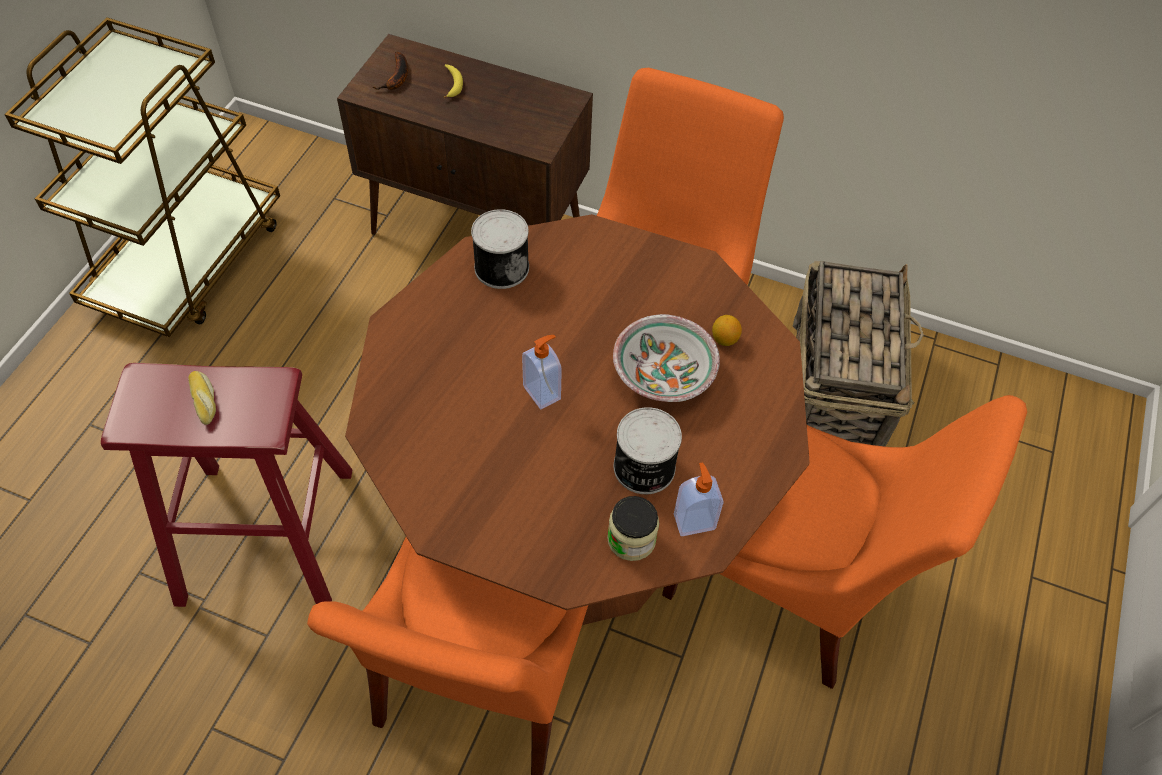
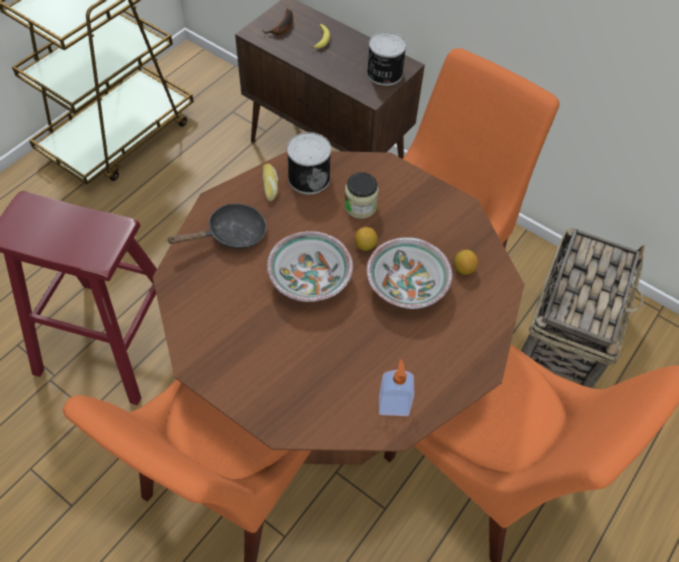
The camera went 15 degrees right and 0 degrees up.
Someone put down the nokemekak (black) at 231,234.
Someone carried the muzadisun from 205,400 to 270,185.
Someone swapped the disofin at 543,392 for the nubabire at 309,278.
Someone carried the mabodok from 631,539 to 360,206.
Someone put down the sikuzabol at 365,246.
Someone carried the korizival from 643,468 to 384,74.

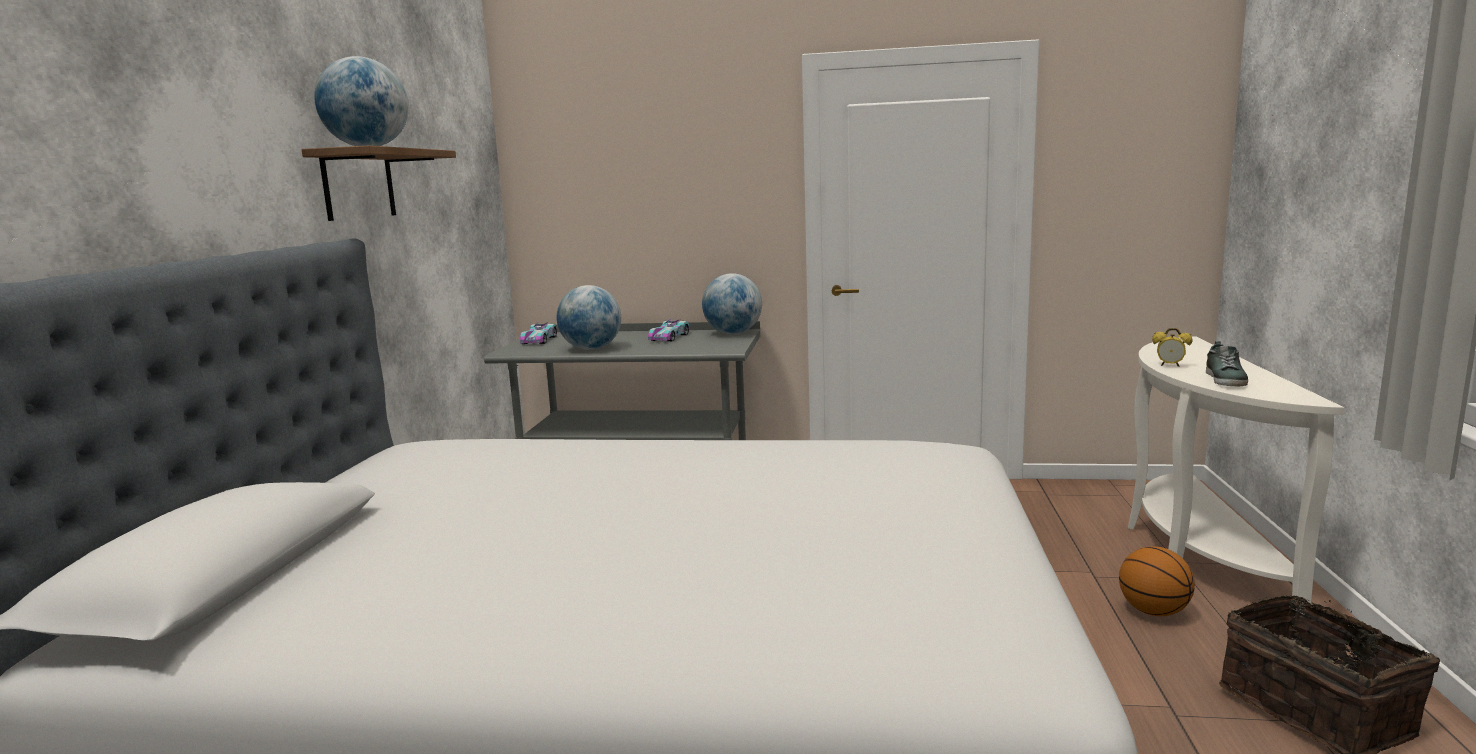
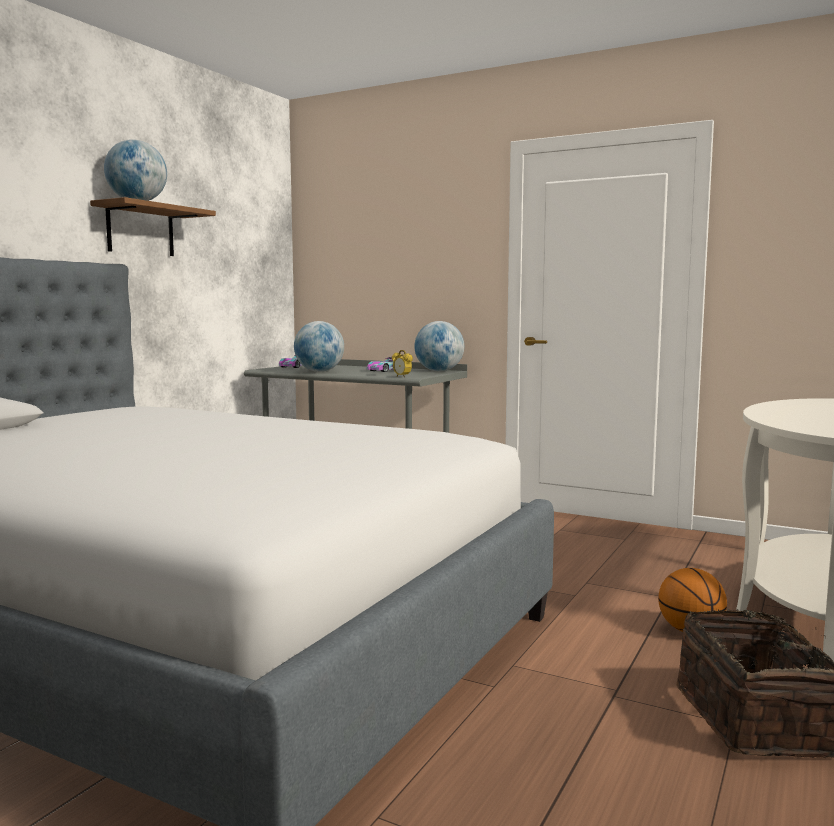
The camera went 20 degrees right and 5 degrees down.
Someone carried the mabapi from 1170,365 to 402,377.
Someone took away the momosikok at 1225,379.

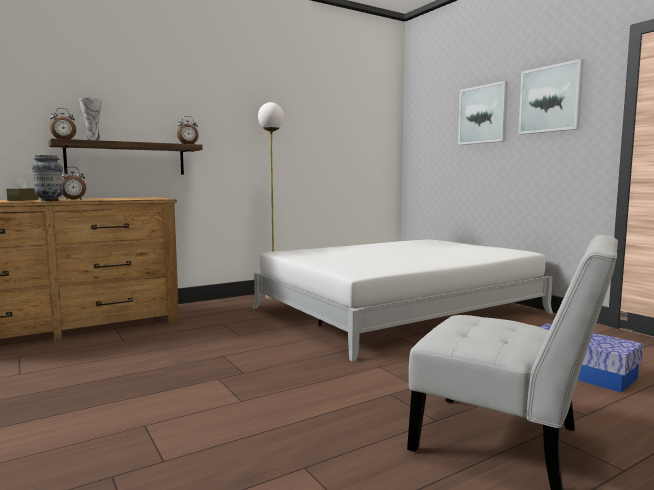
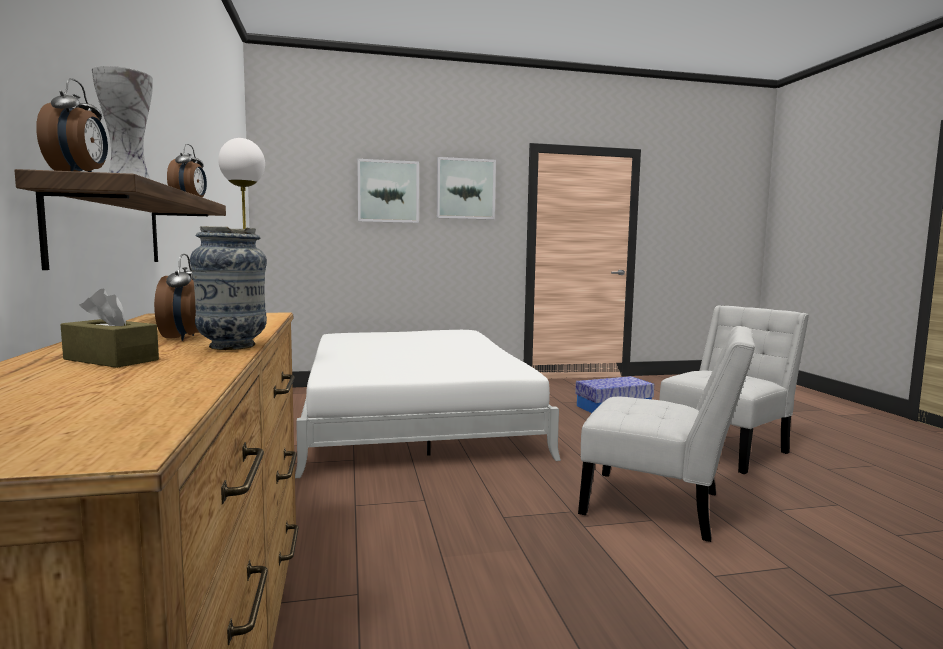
The camera went 70 degrees left and 0 degrees up.
Someone put down the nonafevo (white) at 660,506.

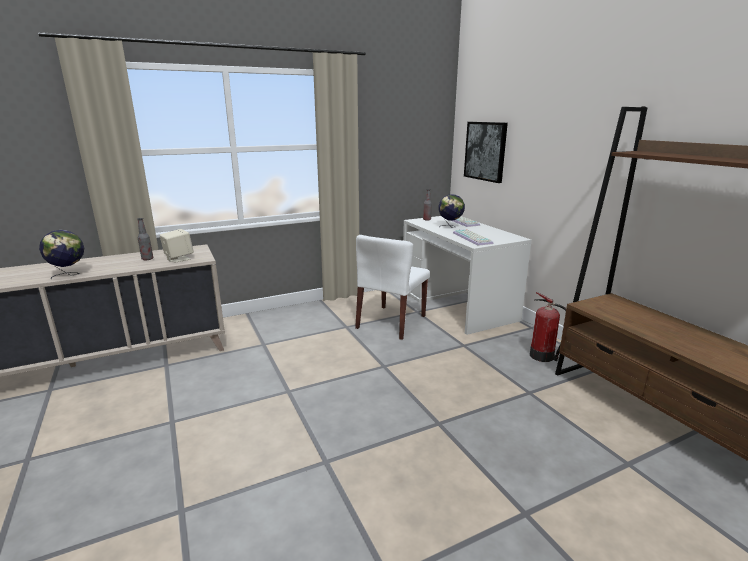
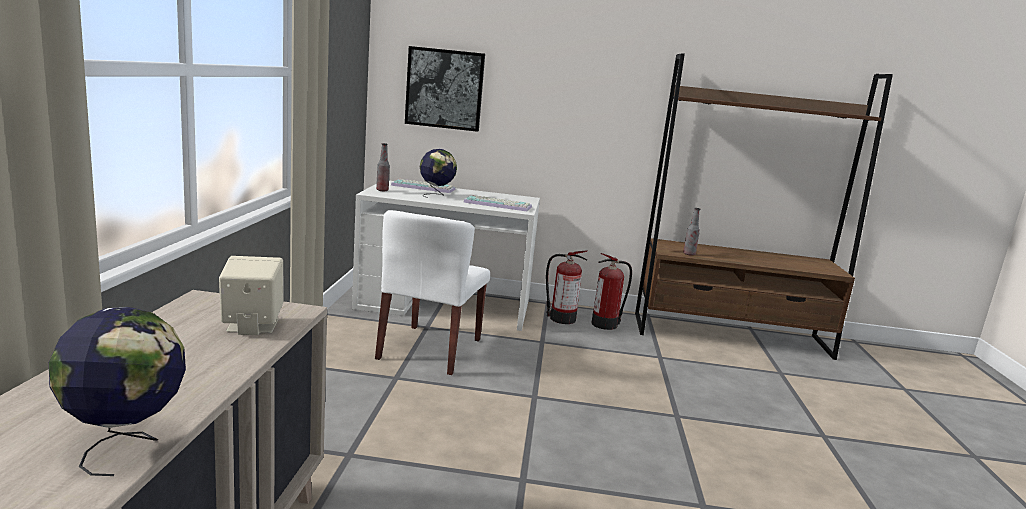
The camera went 60 degrees left and 5 degrees down.
Someone rotated the nonafevo (white) at 391,322 by 45 degrees clockwise.
Someone put down the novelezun at 561,318.
Someone carried the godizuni from 147,259 to 689,254.

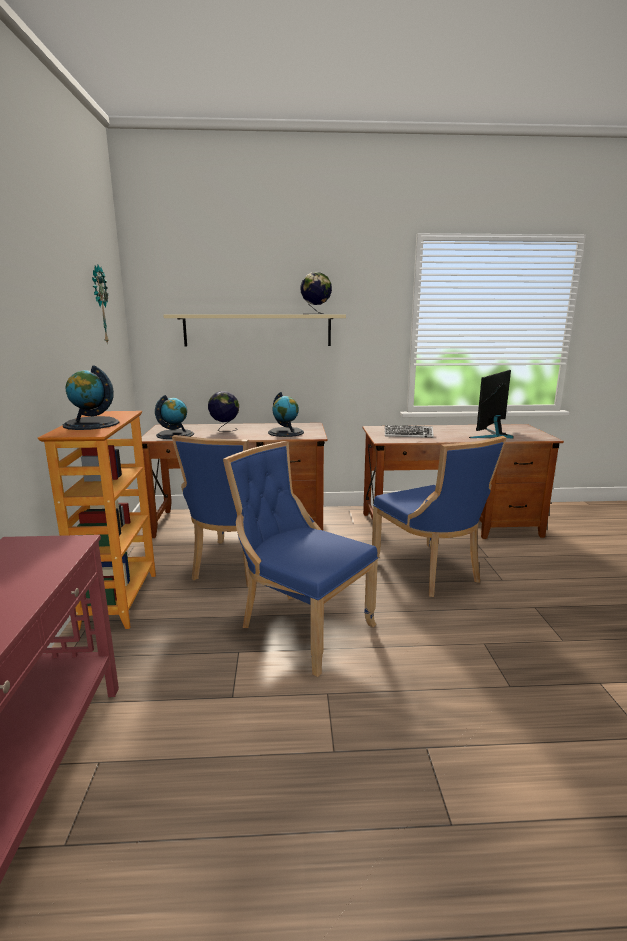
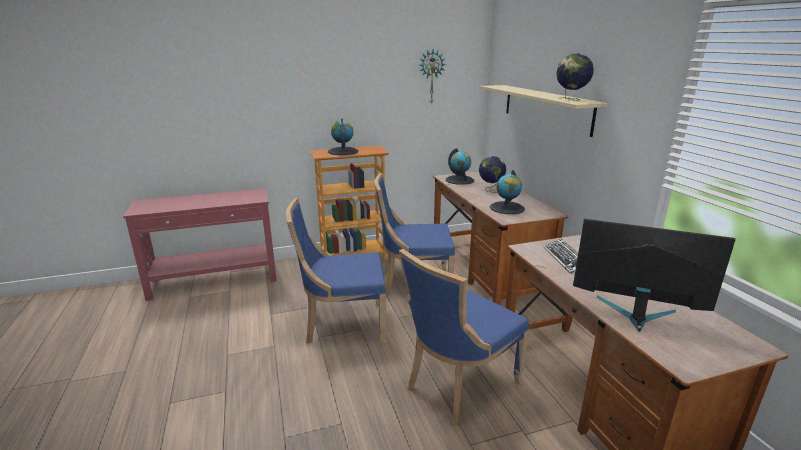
The camera went 75 degrees right and 5 degrees up.
Someone rotated the nonafevo (blue) at 301,626 by 120 degrees counterclockwise.

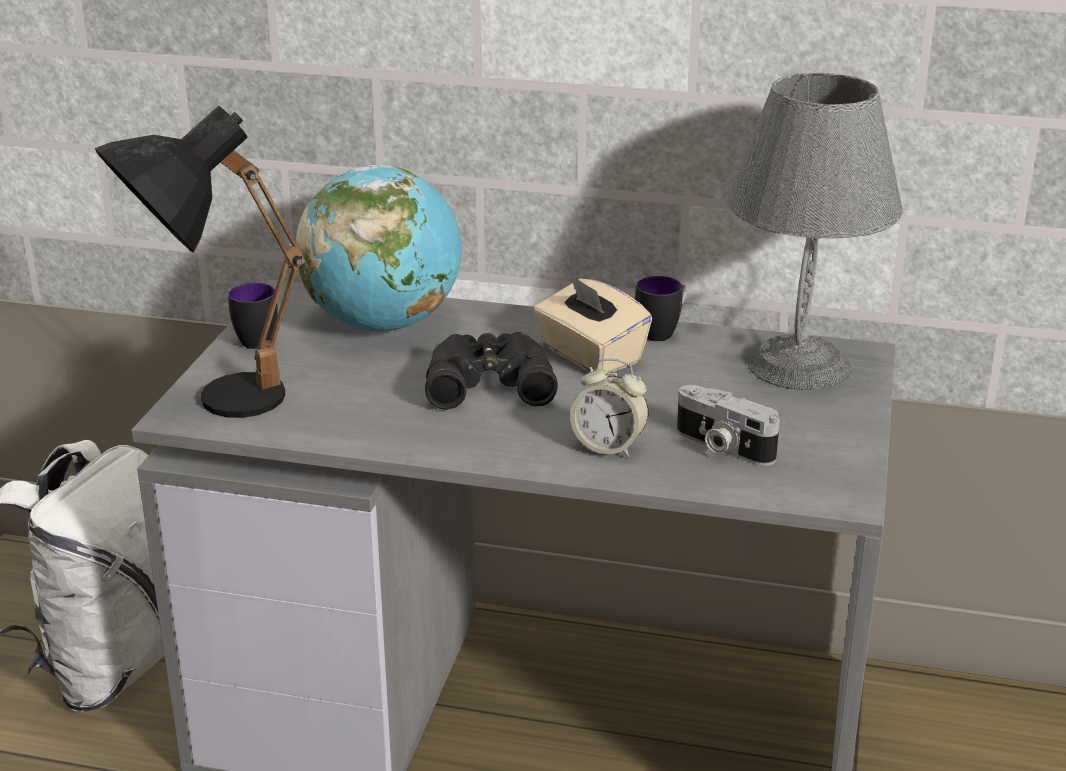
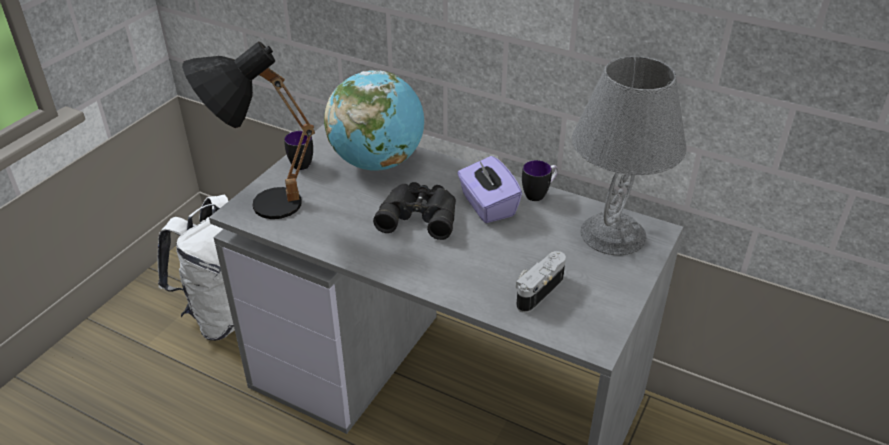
The camera went 15 degrees right and 10 degrees up.
Someone repainted the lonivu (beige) at 590,356, which became the lonivu (purple) at 487,206.
Someone rotated the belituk at 722,447 by 75 degrees clockwise.
Someone took away the mabapi at 608,446.

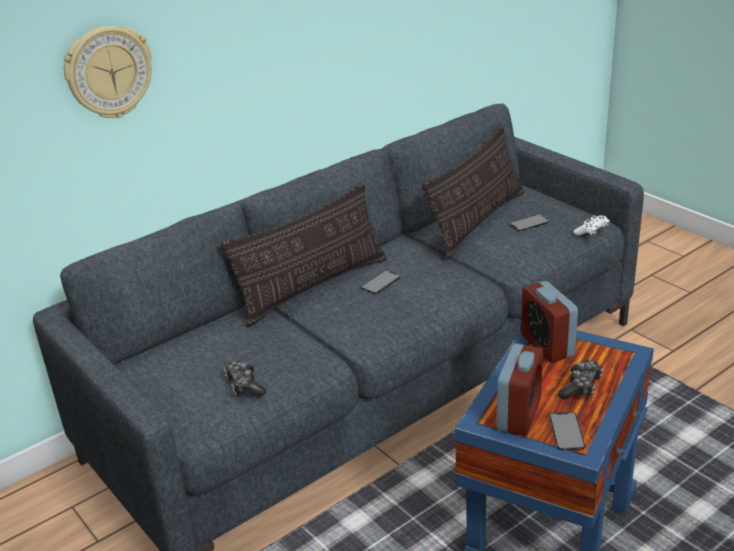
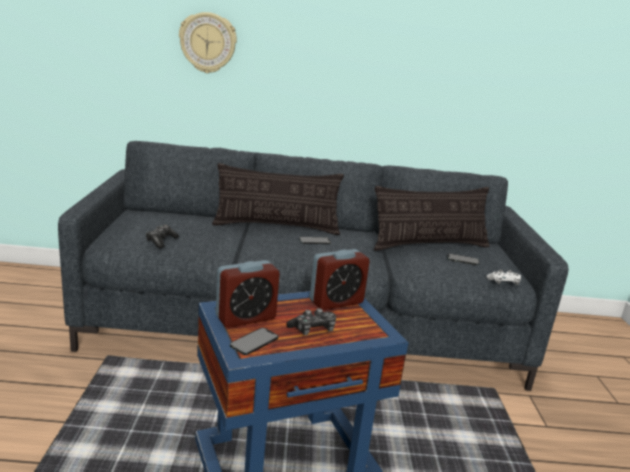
The camera went 35 degrees right and 10 degrees down.
Someone rotated the mabapi at 547,345 by 135 degrees counterclockwise.

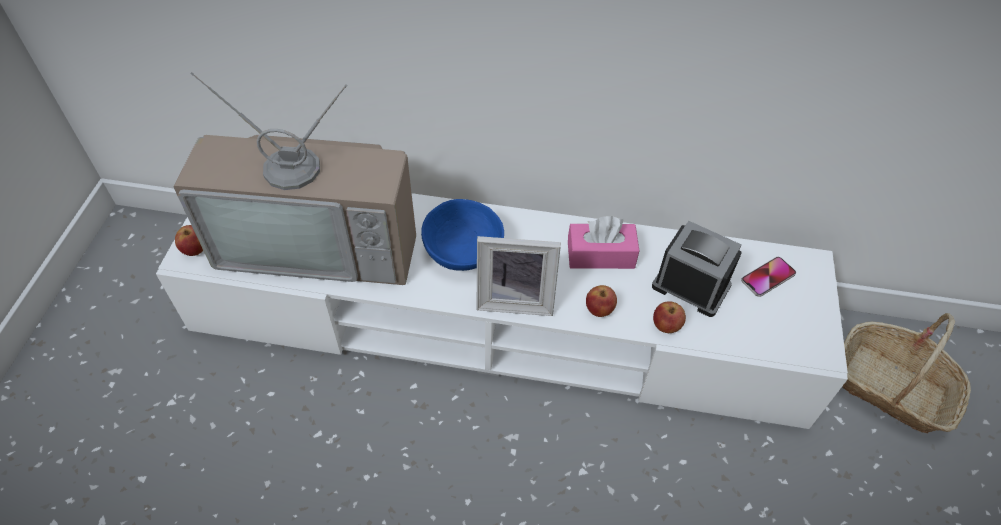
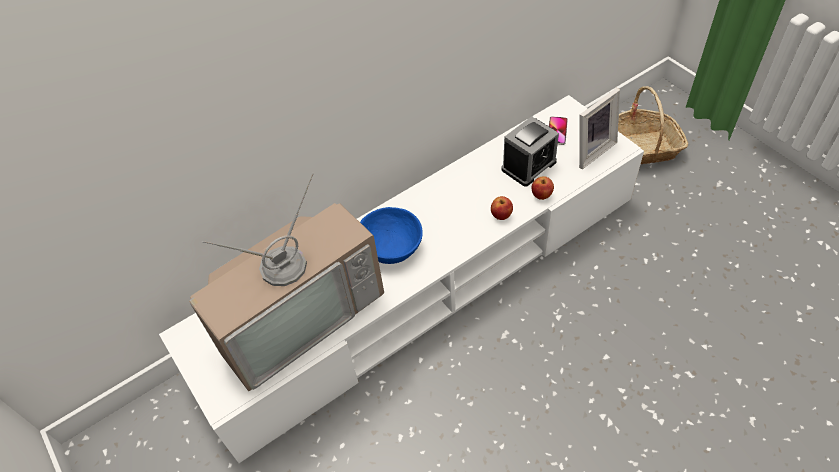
The camera went 40 degrees left and 0 degrees up.
Someone rotated the mabapi at 691,286 by 150 degrees clockwise.
Someone carried the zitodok from 515,299 to 590,150.
Someone took away the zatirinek at 195,249.
Someone took away the lonivu (pink) at 600,255.

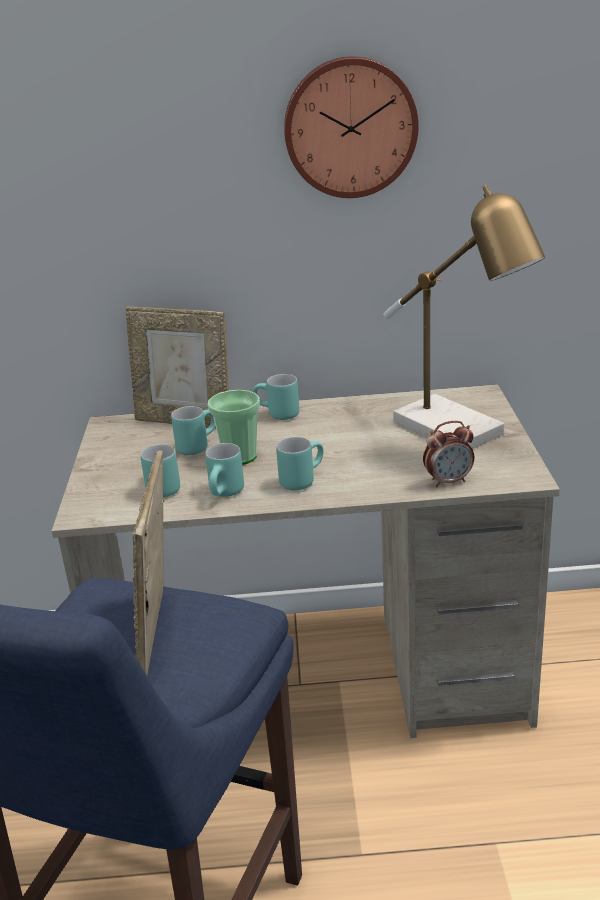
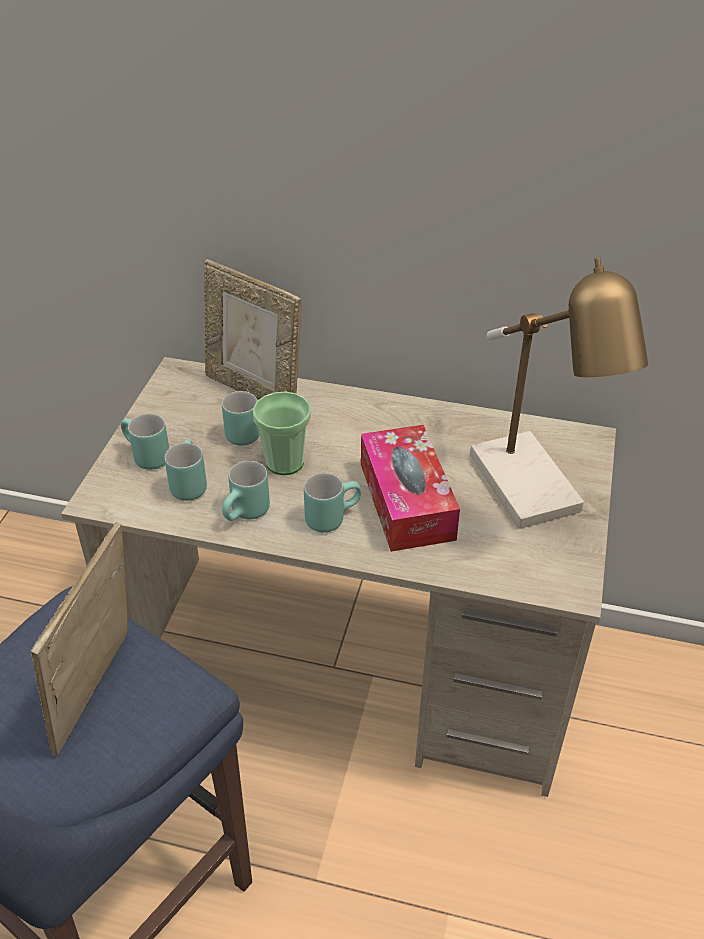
The camera went 15 degrees right and 15 degrees up.
Someone carried the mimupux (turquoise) from 276,415 to 144,457.
Someone put down the lonivu at 406,501.
Someone took away the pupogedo at 350,127.
Someone took away the mabapi at 448,481.

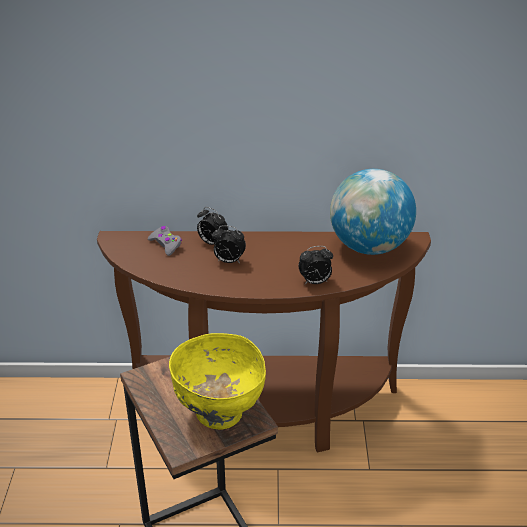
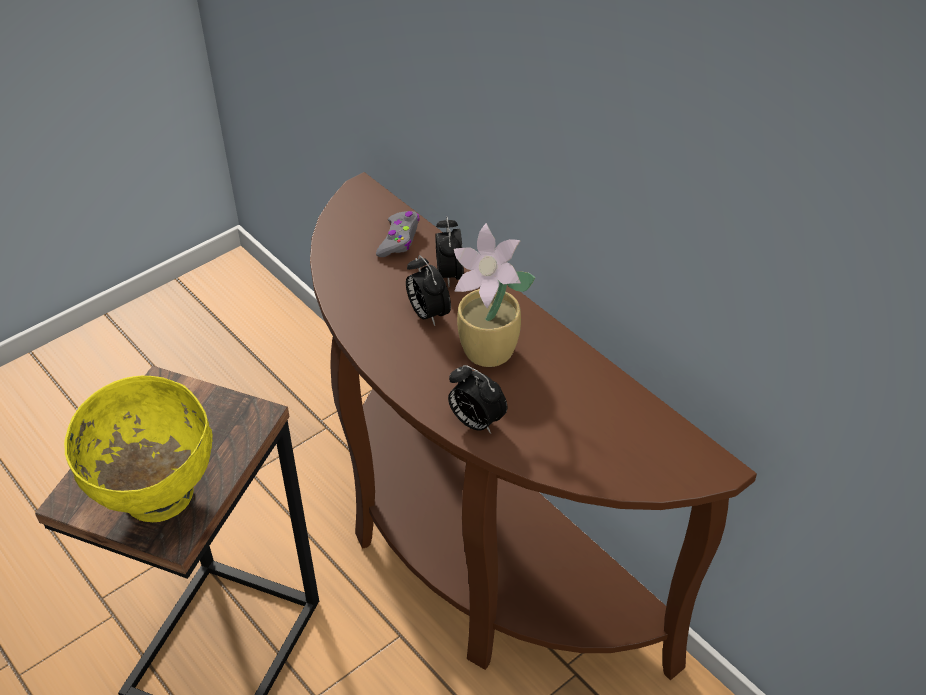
The camera went 50 degrees right and 10 degrees up.
Someone put down the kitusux at 490,353.
Someone took away the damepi at 369,247.

